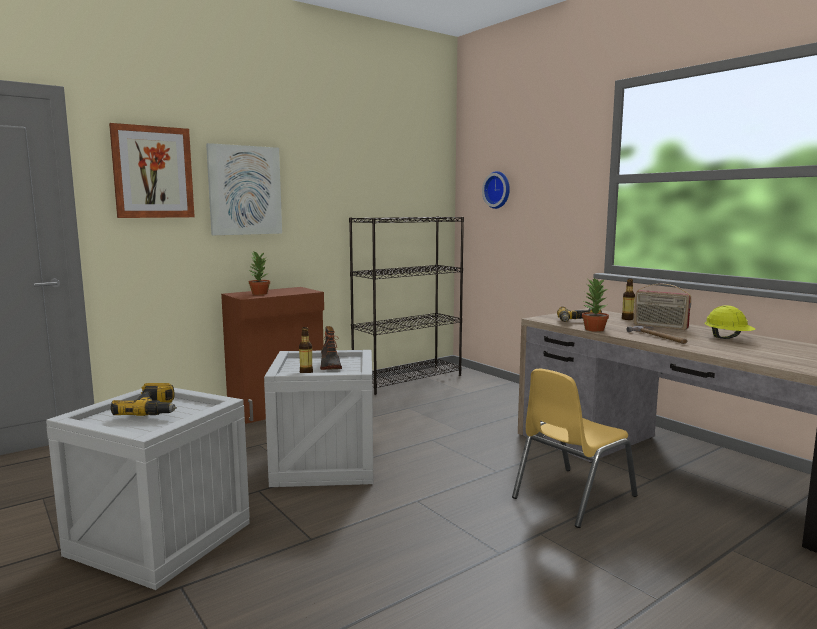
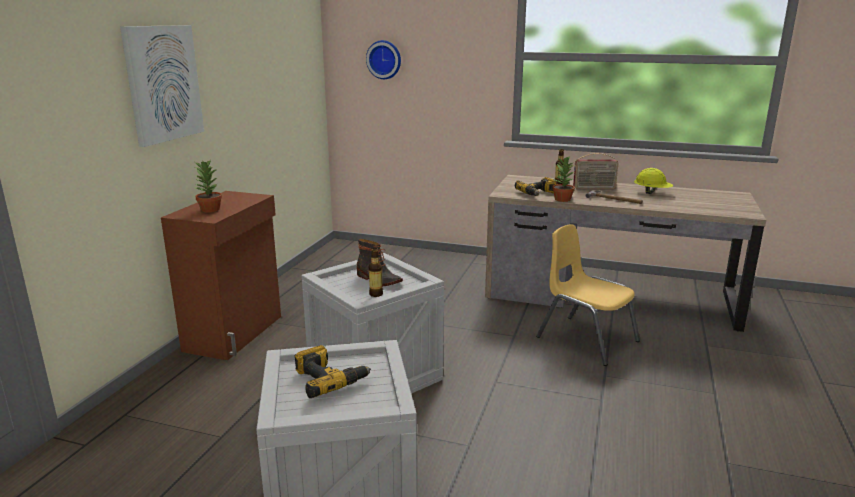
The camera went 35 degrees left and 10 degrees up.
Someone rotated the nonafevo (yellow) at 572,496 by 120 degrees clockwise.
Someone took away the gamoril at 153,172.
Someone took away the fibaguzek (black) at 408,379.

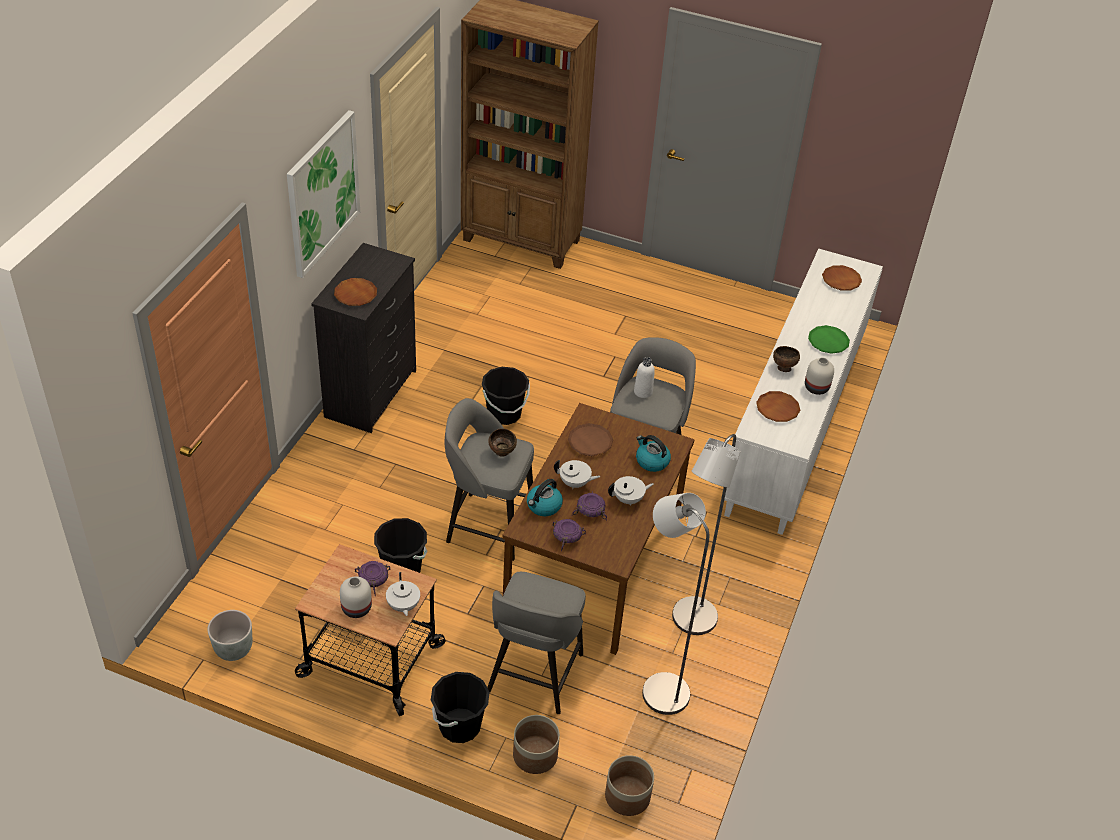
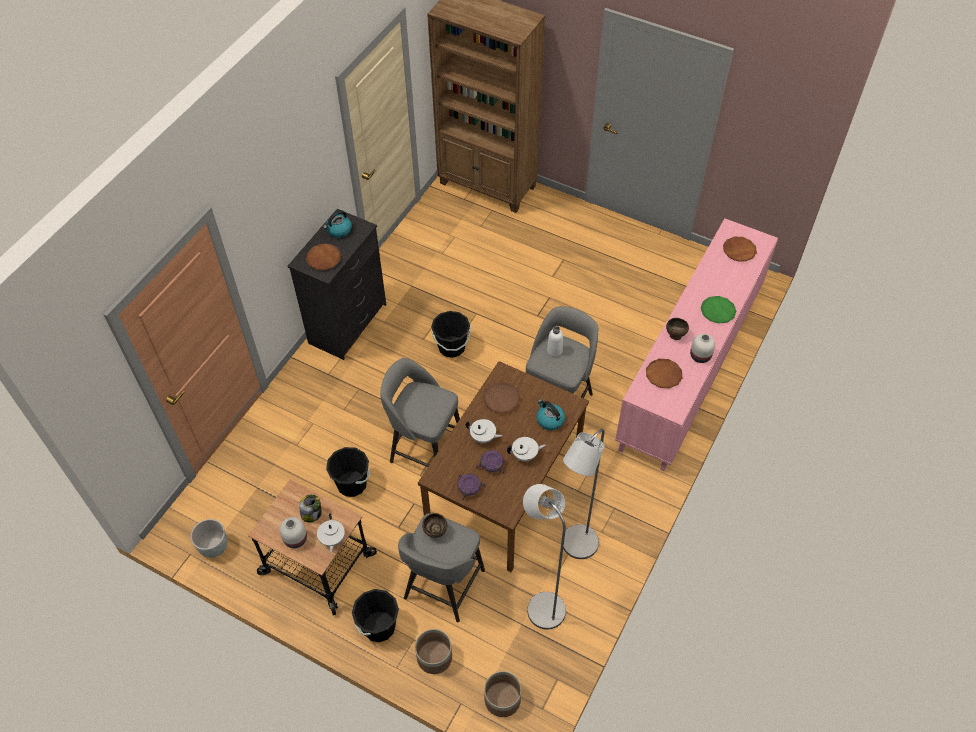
The camera went 10 degrees right and 10 degrees up.
Someone swapped the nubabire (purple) at 373,580 for the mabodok at 312,513.
Someone carried the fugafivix from 543,506 to 338,230.
Someone carried the nubabire (brown) from 502,453 to 436,532.
Someone repainted the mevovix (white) at 795,424, which became the mevovix (pink) at 690,368.
Someone took away the gamoril at 322,193.

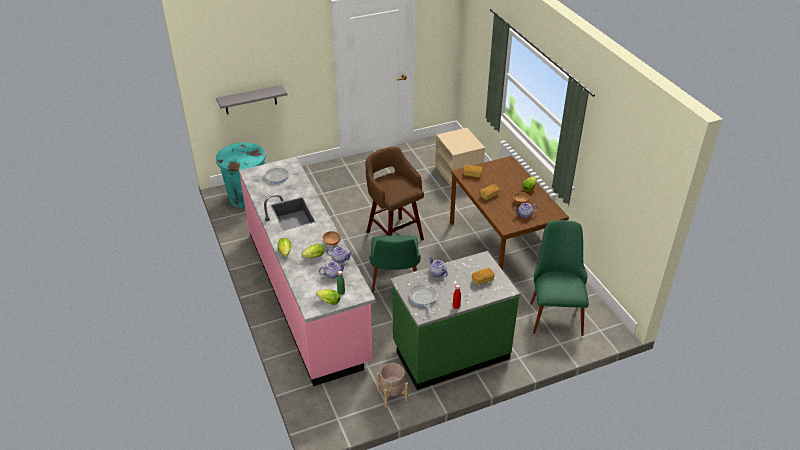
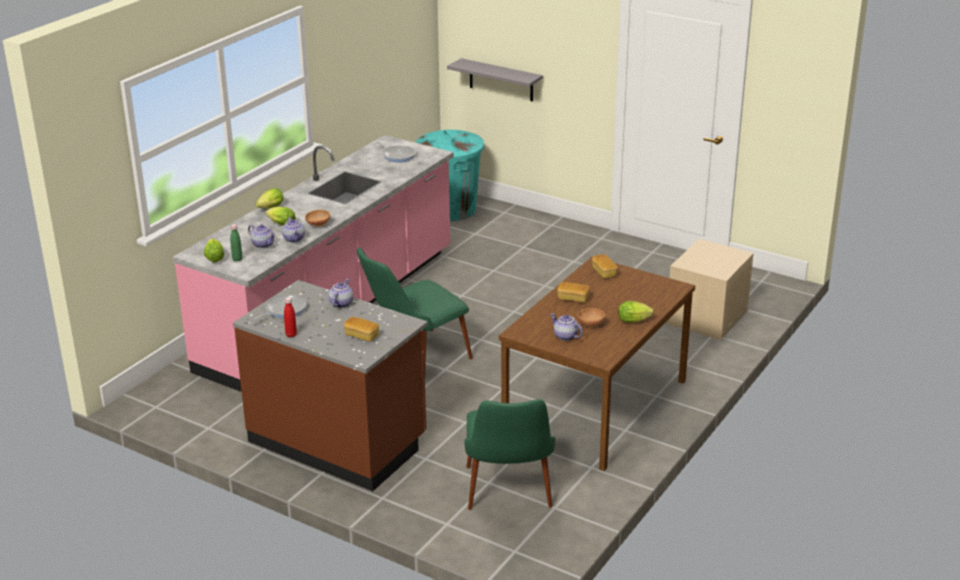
The camera went 55 degrees right and 10 degrees down.
Someone repainted the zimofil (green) at 450,351, which became the zimofil (brown) at 338,441.
Someone rotated the nonafevo (green) at 555,311 by 120 degrees clockwise.
Someone took away the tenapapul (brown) at 394,234.
Someone took away the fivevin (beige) at 392,395.

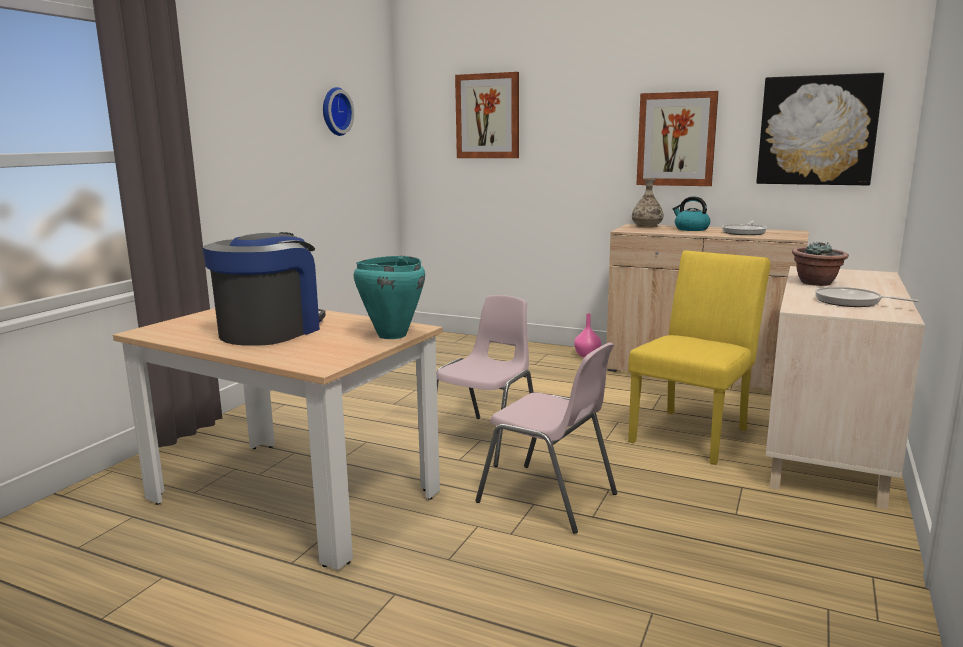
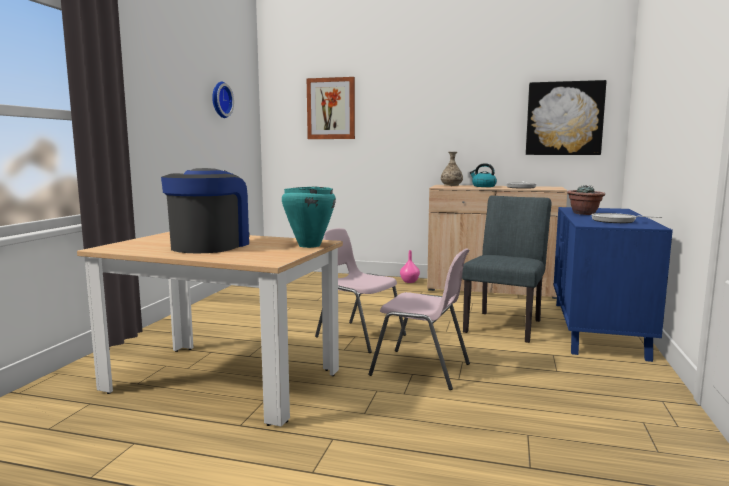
The camera went 10 degrees left and 5 degrees down.
Someone rotated the nonafevo (pink) at 486,440 by 75 degrees counterclockwise.
Someone repainted the nonafevo (yellow) at 694,432, which became the nonafevo (grey) at 505,324.
Someone repainted the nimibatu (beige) at 826,448, which became the nimibatu (blue) at 597,329.
Someone took away the gamoril at 676,139.

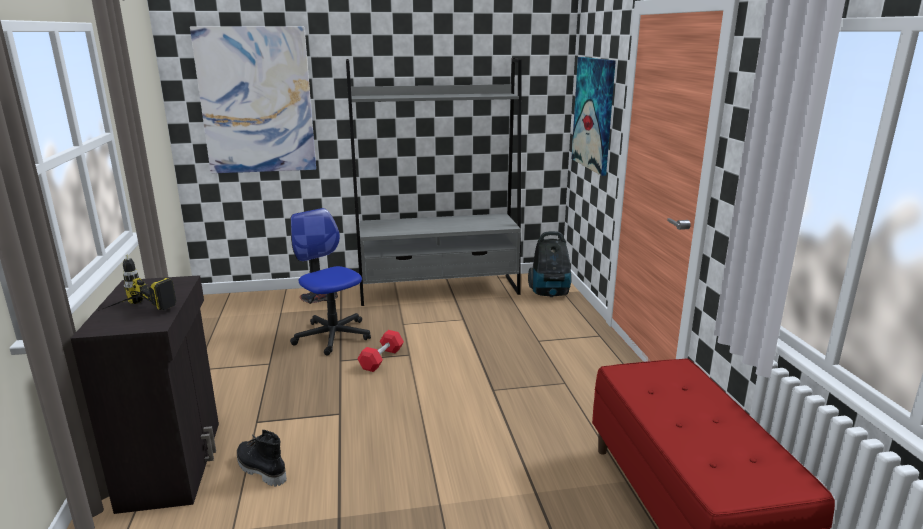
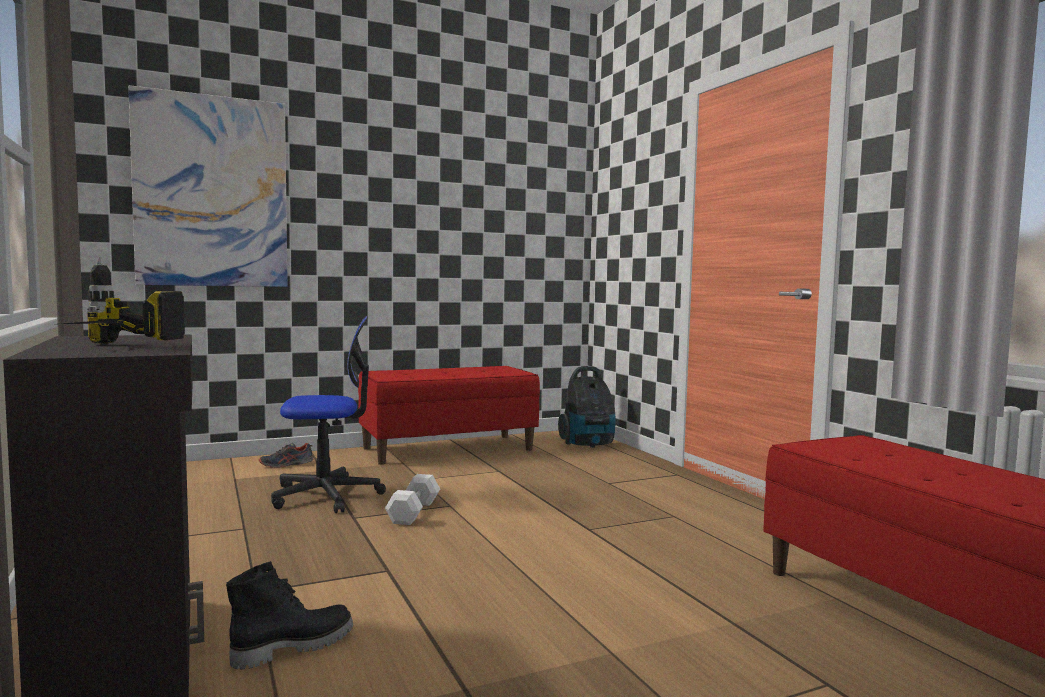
The camera went 15 degrees left and 15 degrees down.
Someone rotated the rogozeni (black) at 260,470 by 120 degrees clockwise.
Someone rotated the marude at 332,336 by 135 degrees clockwise.
Someone swapped the fibaguzek (grey) at 439,290 for the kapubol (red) at 448,449.
Someone repainted the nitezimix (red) at 381,359, which became the nitezimix (white) at 413,512.
Someone took away the gamoril at 593,114.

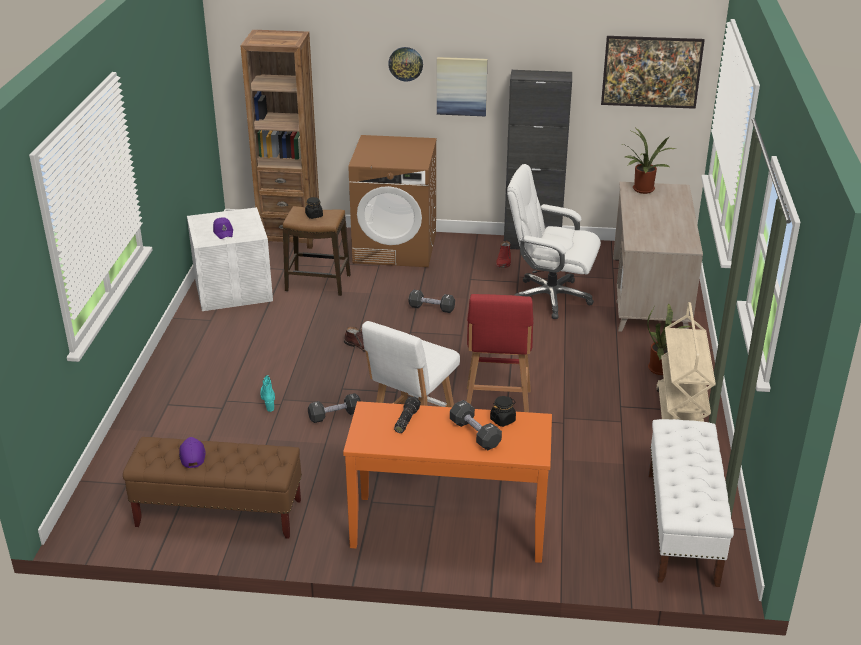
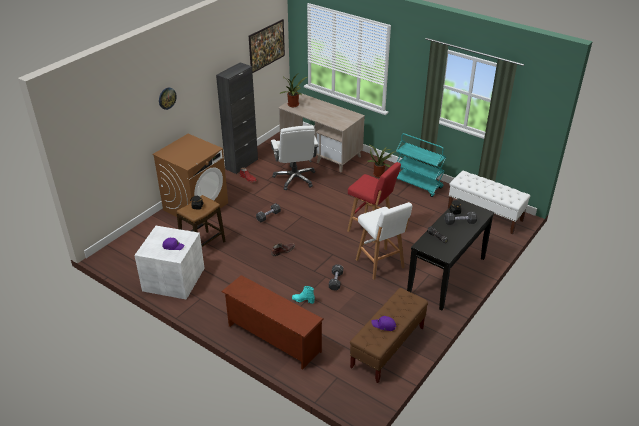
The camera went 60 degrees left and 5 degrees up.
Someone put down the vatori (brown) at 272,338.
Someone rotated the marude (white) at 550,297 by 60 degrees counterclockwise.
Someone repainted the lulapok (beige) at 680,419, which became the lulapok (turquoise) at 417,185.
Someone repainted the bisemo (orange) at 448,528, which became the bisemo (black) at 447,275.
Someone took away the fibaguzek (brown) at 290,236.
Someone took away the gamoril at 461,86.

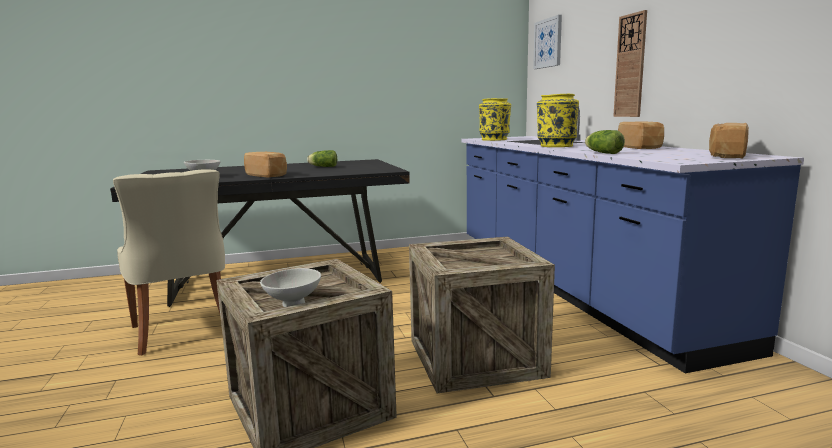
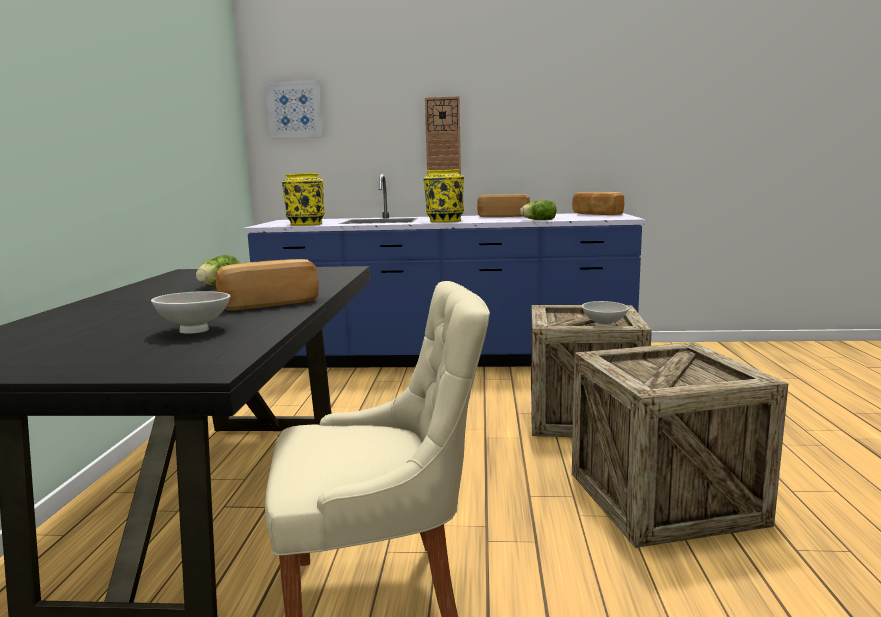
The camera went 70 degrees left and 0 degrees up.
Someone carried the nubabire (white) from 293,304 to 605,327.

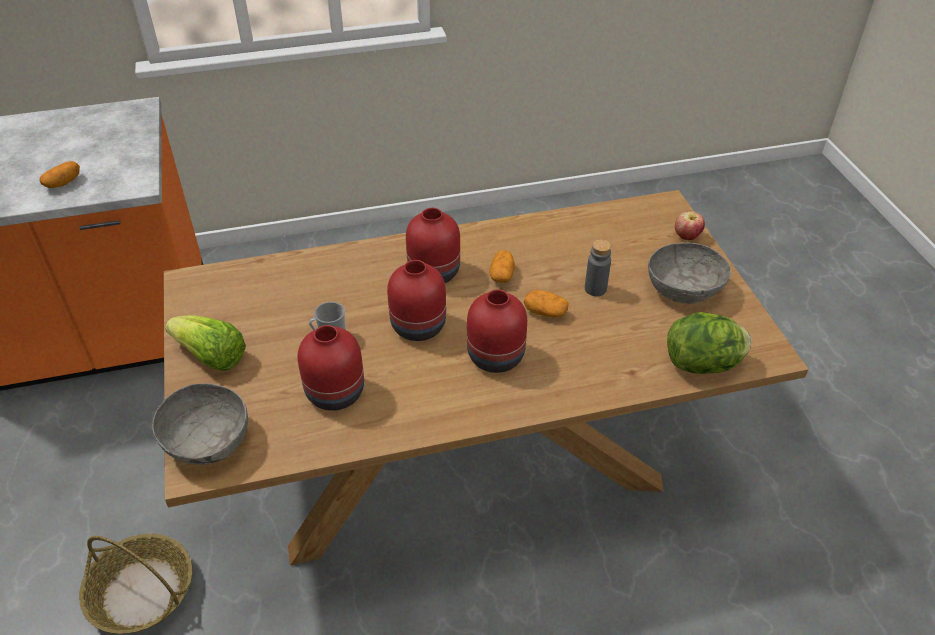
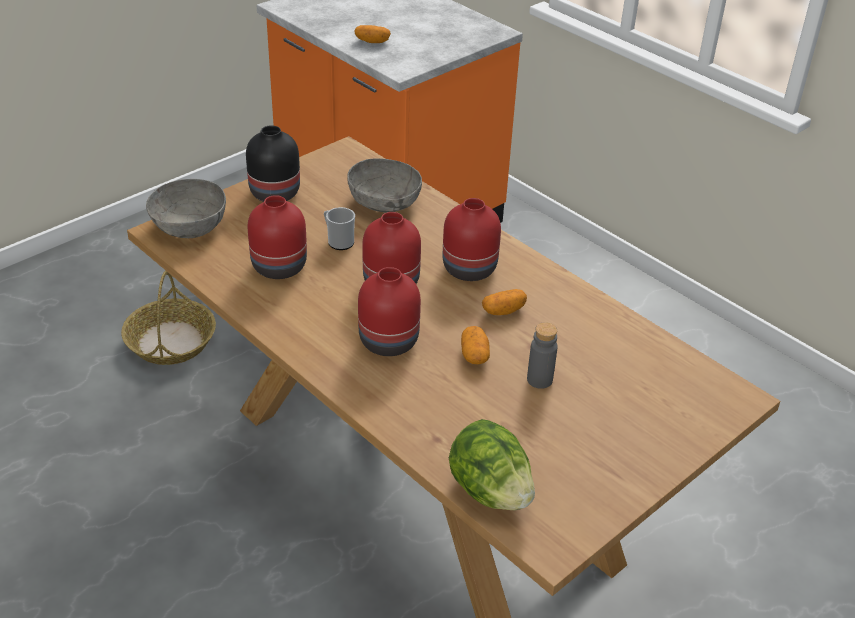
The camera went 60 degrees right and 5 degrees down.
Someone swapped the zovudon at 211,357 for the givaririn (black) at 273,193.
Someone carried the nubabire (grey) from 684,288 to 384,202.
Someone took away the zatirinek at 687,236.

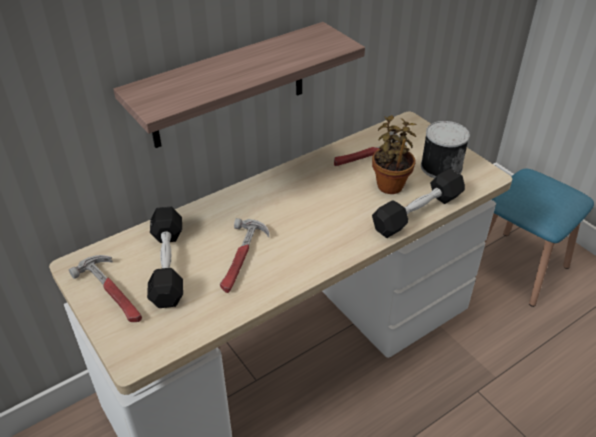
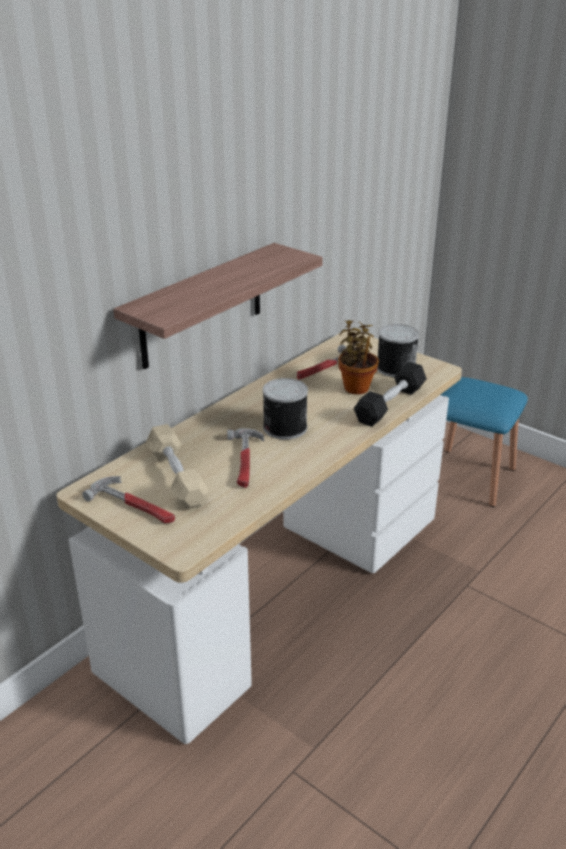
The camera went 15 degrees left and 10 degrees down.
Someone repainted the nitezimix (black) at 167,265, which became the nitezimix (beige) at 177,477.
Someone put down the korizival at 283,427.

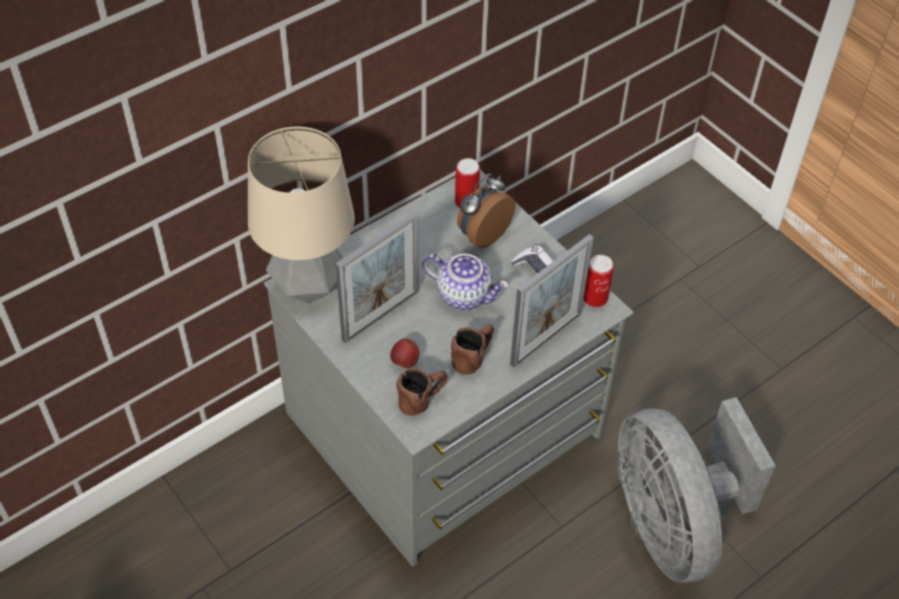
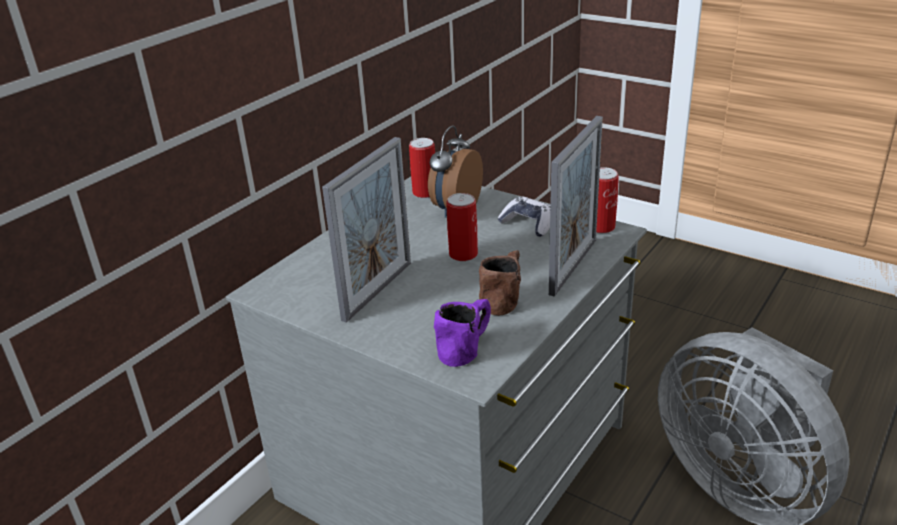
The camera went 15 degrees left and 20 degrees down.
Someone repainted the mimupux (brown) at 423,399, which became the mimupux (purple) at 466,348.
Someone swapped the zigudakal at 464,294 for the korizival at 463,254.
Someone took away the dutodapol at 308,286.
Someone took away the zatirinek at 405,362.

